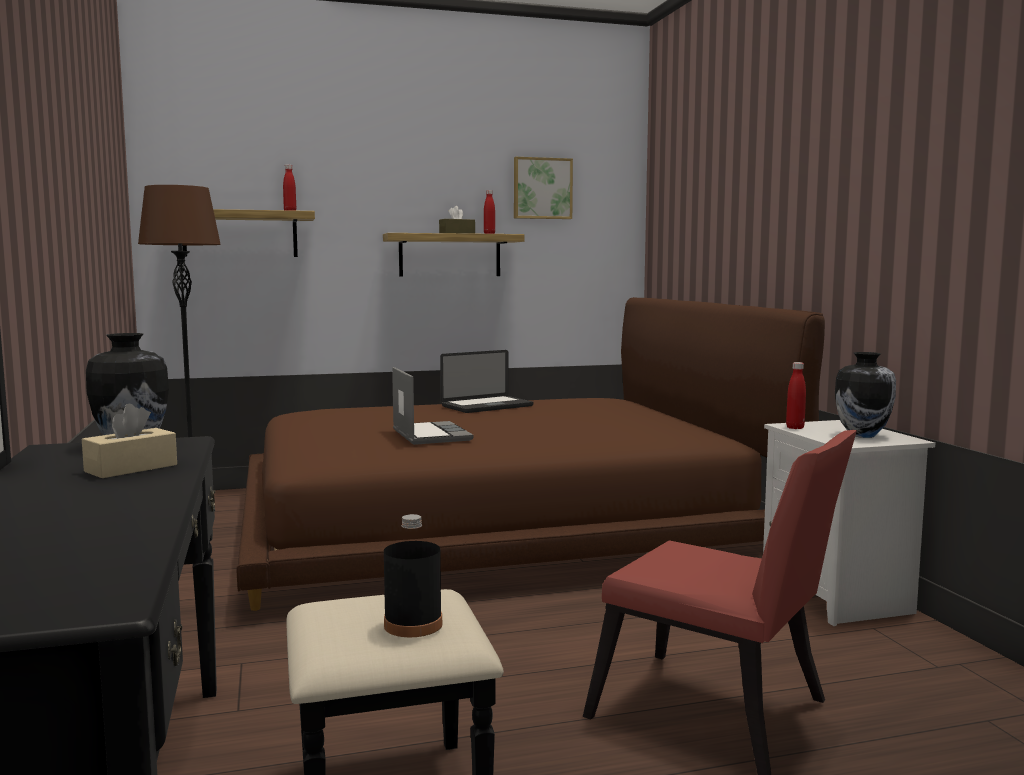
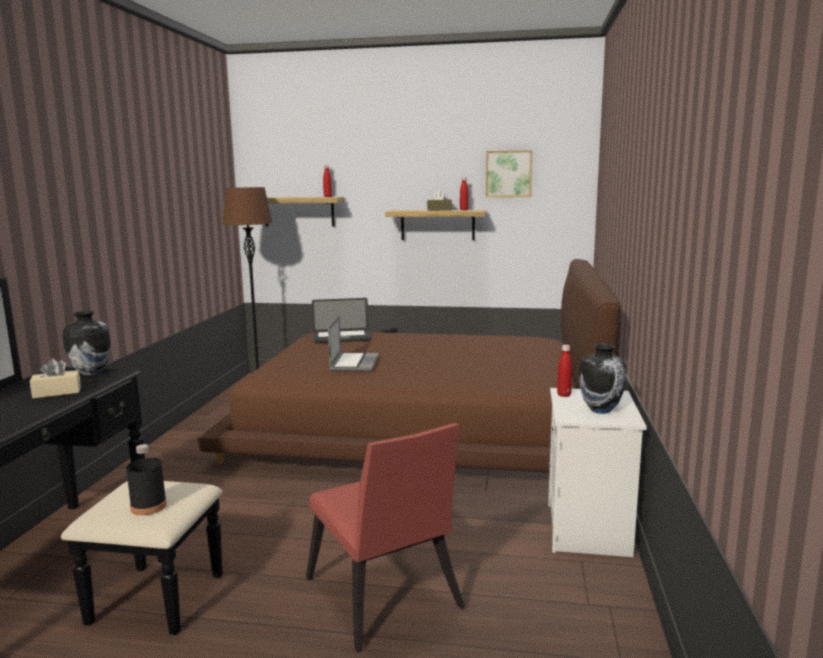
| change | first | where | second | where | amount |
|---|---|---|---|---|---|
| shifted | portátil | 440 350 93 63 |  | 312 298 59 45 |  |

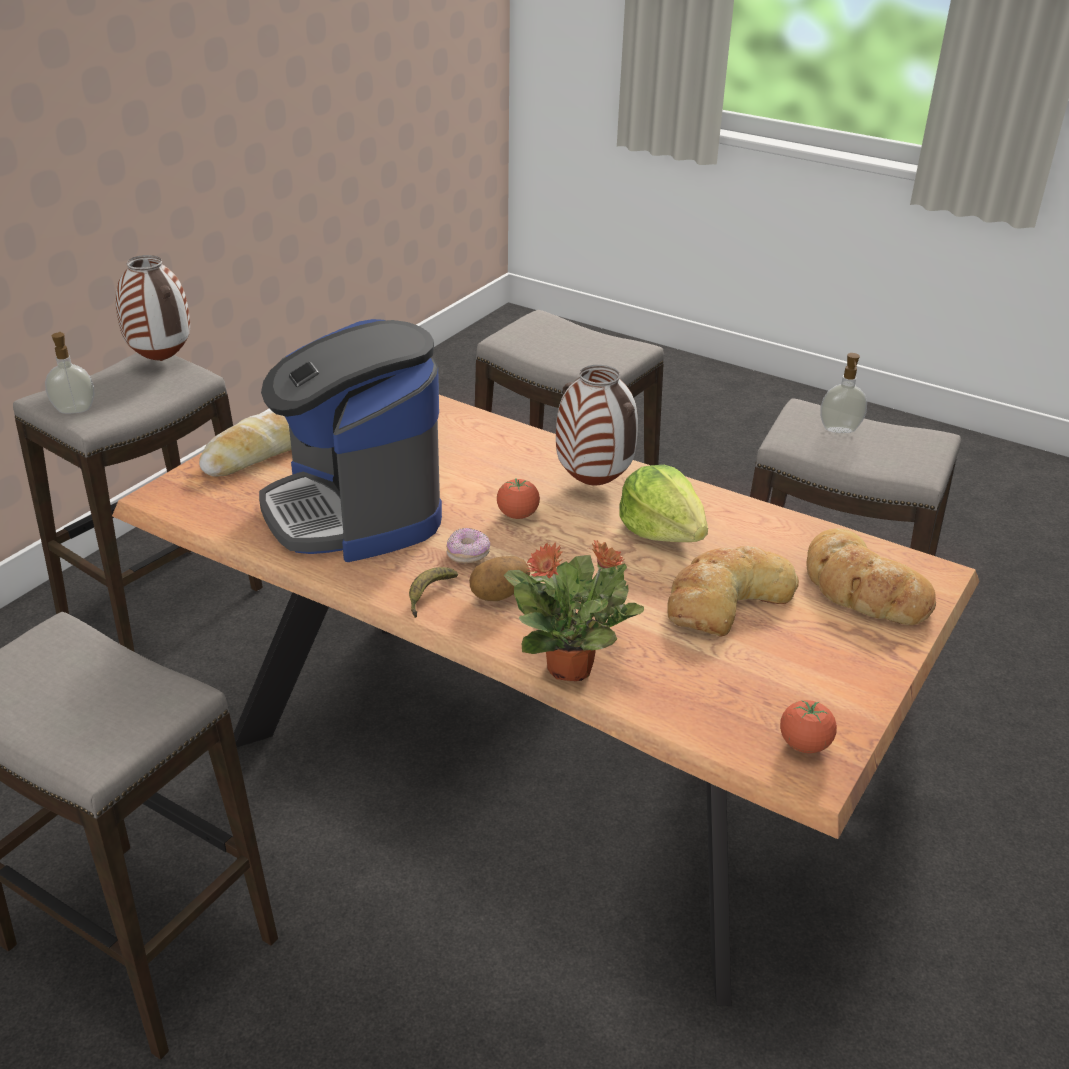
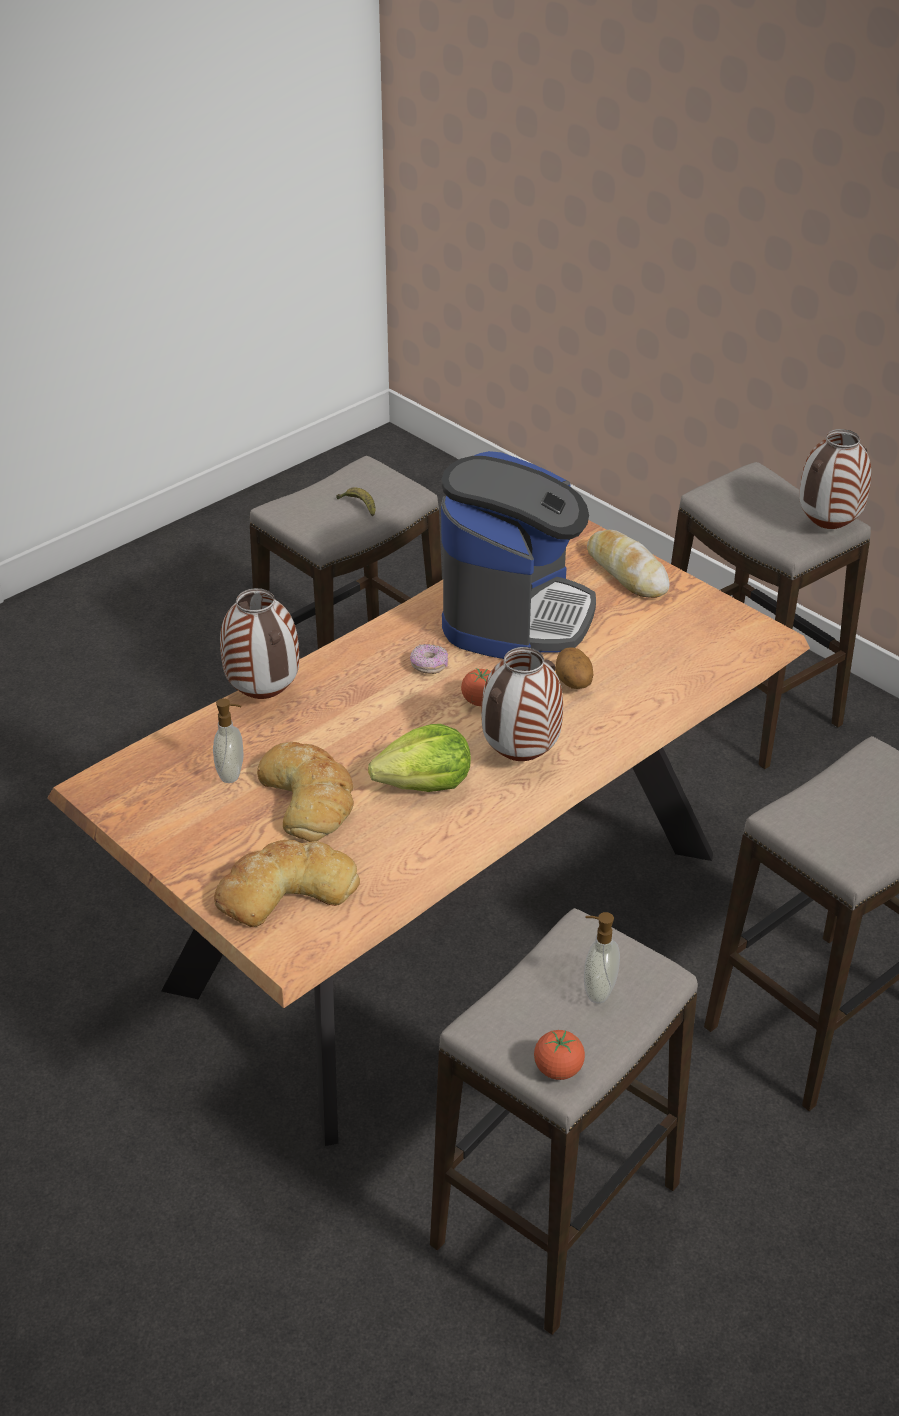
| change | first | where | second | where | amount |
|---|---|---|---|---|---|
| shifted | dispensador de jabón | 45 332 49 82 |  | 213 698 30 85 |  |
| rotated | cafetera | 259 319 183 243 |  | 441 451 155 208 | 120 degrees clockwise |
| shifted | plátano | 409 567 49 51 |  | 336 487 40 29 |  |
| shifted | patata | 469 556 61 45 |  | 555 647 38 42 |  |
| swapped | planta en maceta | 504 540 140 141 | florero | 220 588 79 111 |  |
| shifted | tomate | 780 700 57 53 |  | 534 1030 51 50 |  |

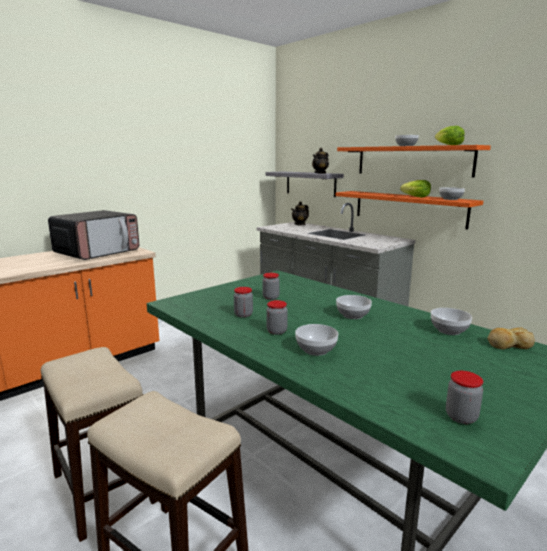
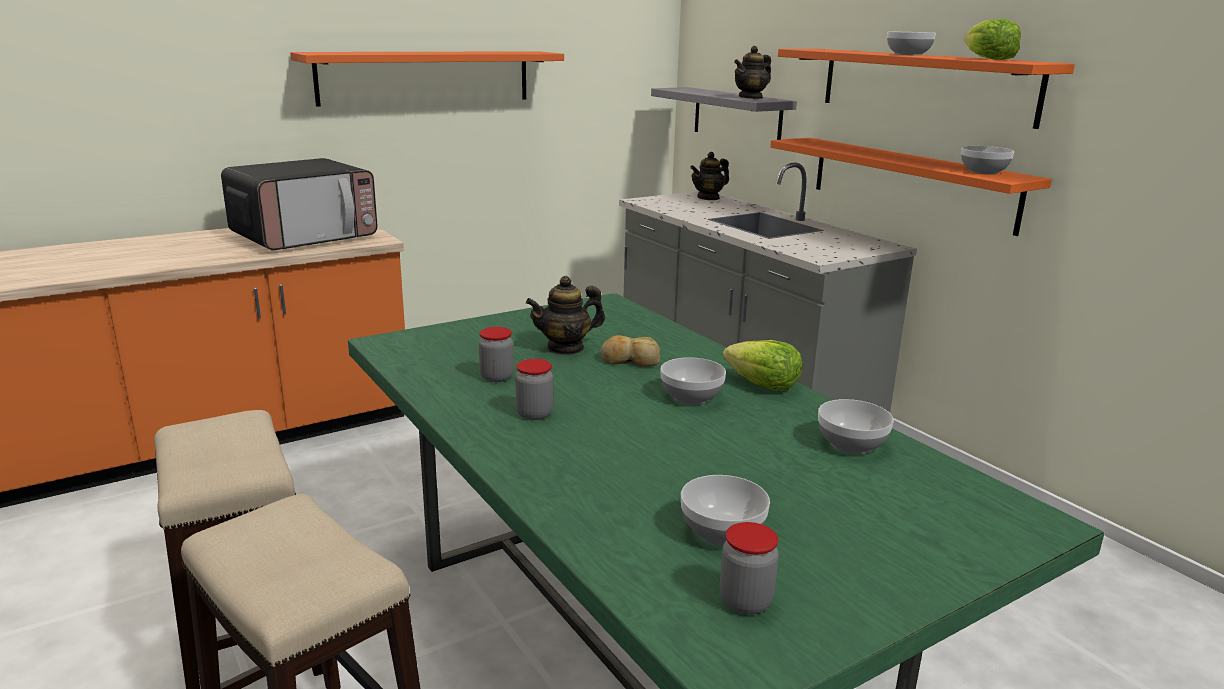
| change | first | where | second | where | amount |
|---|---|---|---|---|---|
| swapped | tarro | 262 273 18 27 | tetera | 526 276 79 79 |  |
| shifted | cuenco | 295 324 43 32 |  | 681 475 89 71 |  |
| shifted | lechuga | 400 180 31 17 |  | 723 340 79 51 |  |
| shifted | pan | 487 327 48 22 |  | 600 335 60 32 |  |
| new |  |  | estante/naranja | 290 51 274 56 |  |

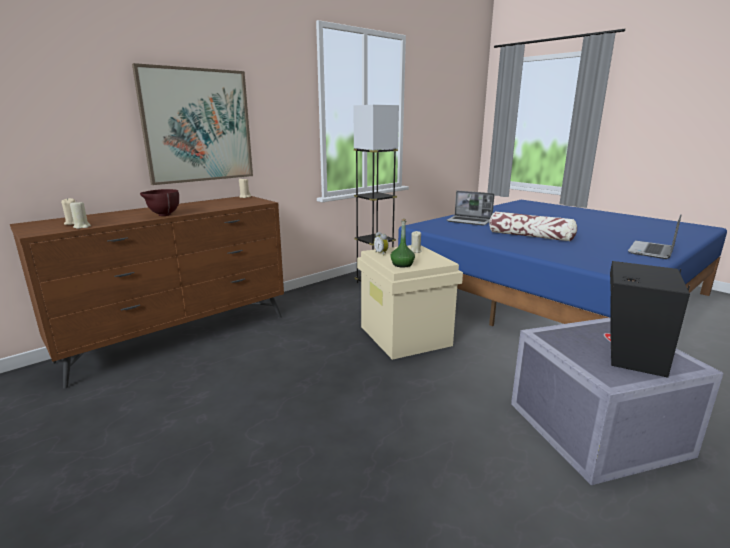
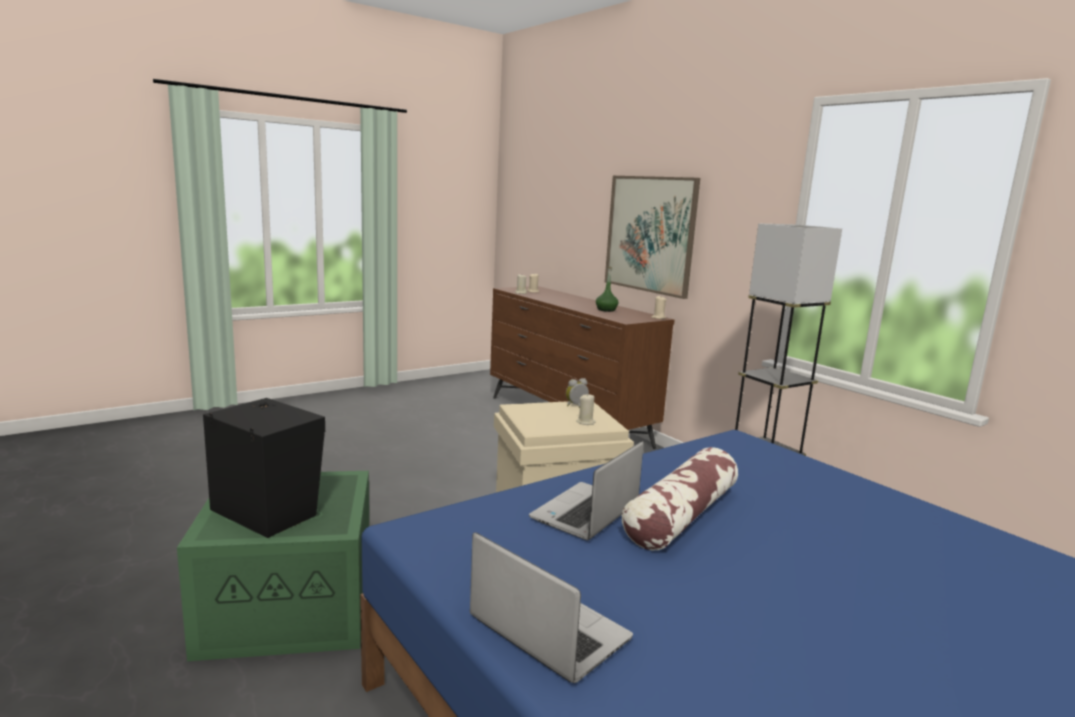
| change | first | where | second | where | amount |
|---|---|---|---|---|---|
| gone | cuenco/marrón | 140 189 39 27 |  |  |  |
| shifted | botella/verde | 390 219 25 49 |  | 596 267 23 45 |  |
| shifted | portátil | 446 191 49 35 |  | 529 441 115 99 |  |
| repainted | caja de almacenaje/gris | 511 317 213 168 | caja de almacenaje/verde | 177 471 192 190 |  |

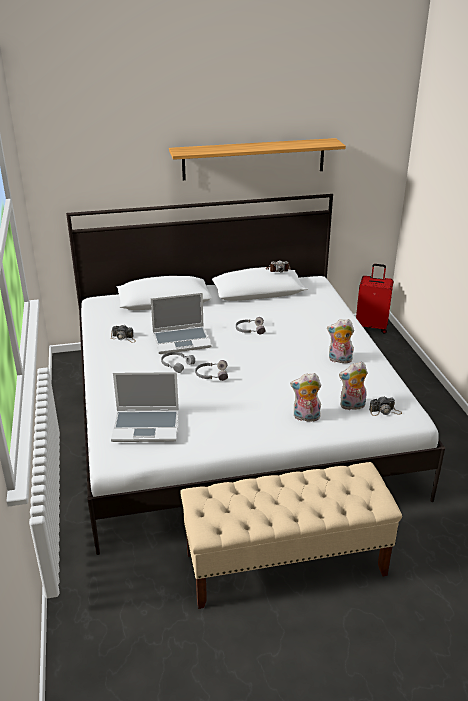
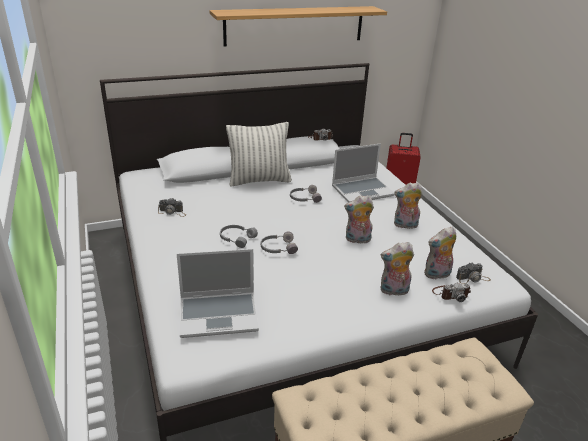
| change | first | where | second | where | amount |
|---|---|---|---|---|---|
| shifted | portátil | 150 293 61 61 |  | 332 144 63 58 |  |
| new |  |  | cojín | 226 122 66 65 |  |
| new |  |  | peluche | 344 195 30 48 |  |
| new |  |  | cámara | 432 283 39 19 |  |

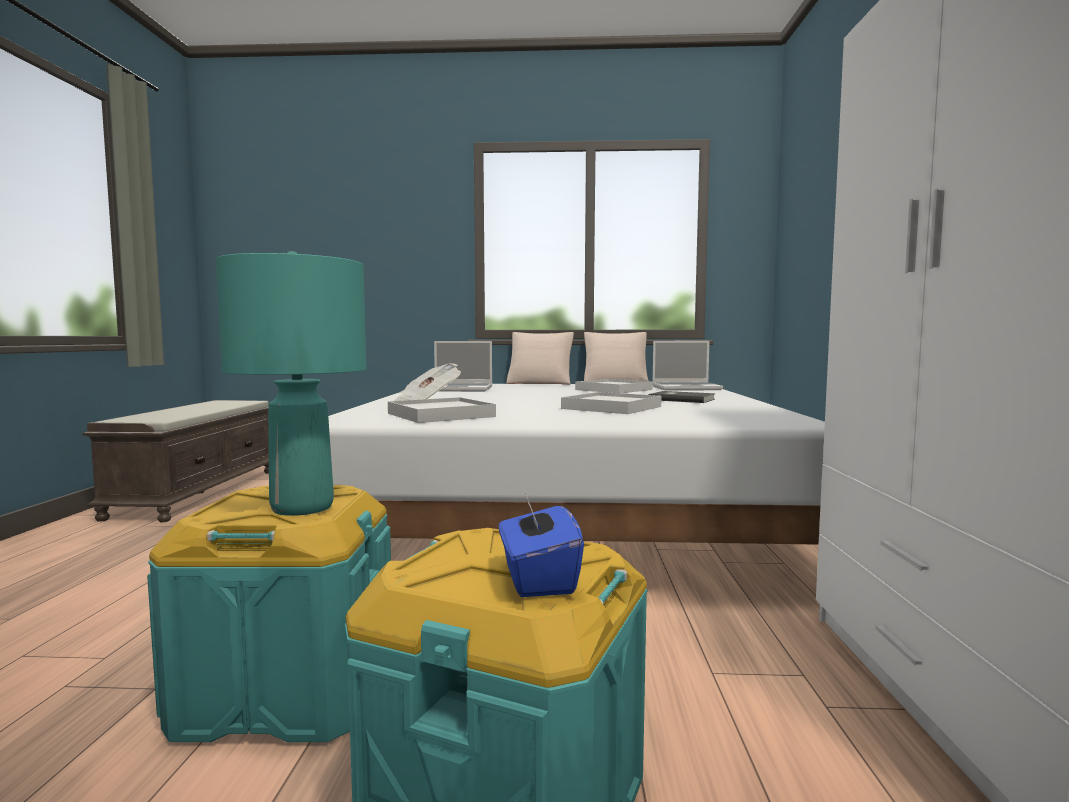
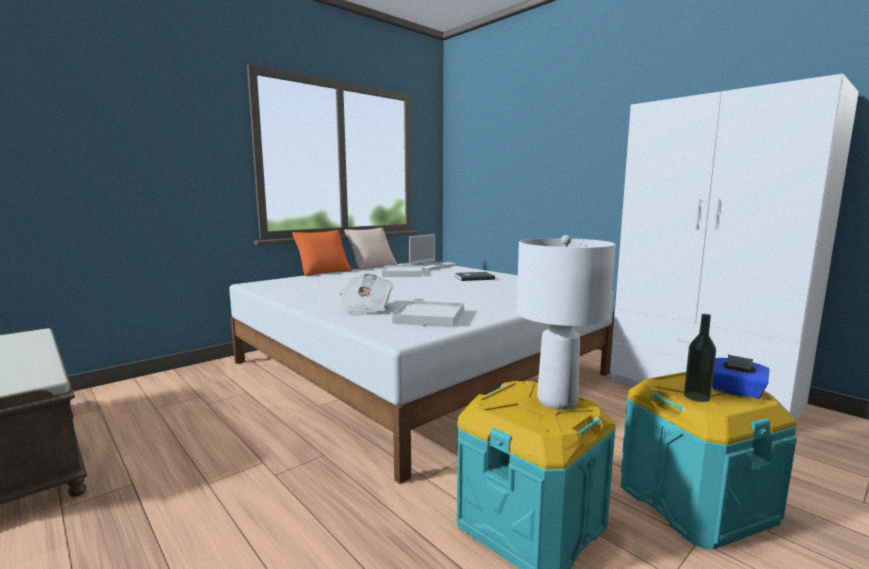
| change | first | where | second | where | amount |
|---|---|---|---|---|---|
| repainted | lámpara de mesa/turquesa | 216 251 150 265 | lámpara de mesa/blanco | 516 235 100 175 |  |
| gone | portátil | 434 341 58 51 |  |  |  |
| repainted | cojín/beis | 507 332 67 53 | cojín/naranja | 292 230 60 46 |  |
| gone | bandeja/blanco | 561 392 100 22 |  |  |  |
| new |  |  | botella | 684 314 32 88 |  |

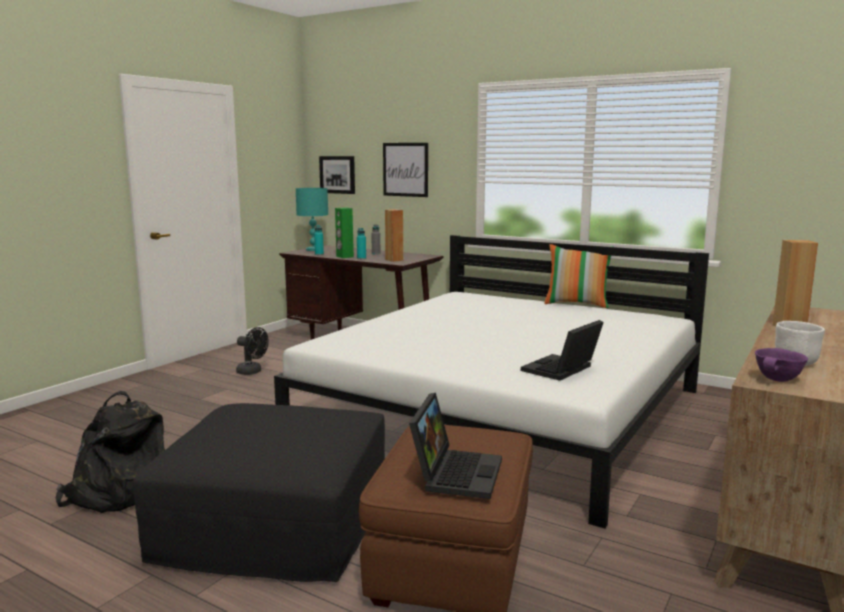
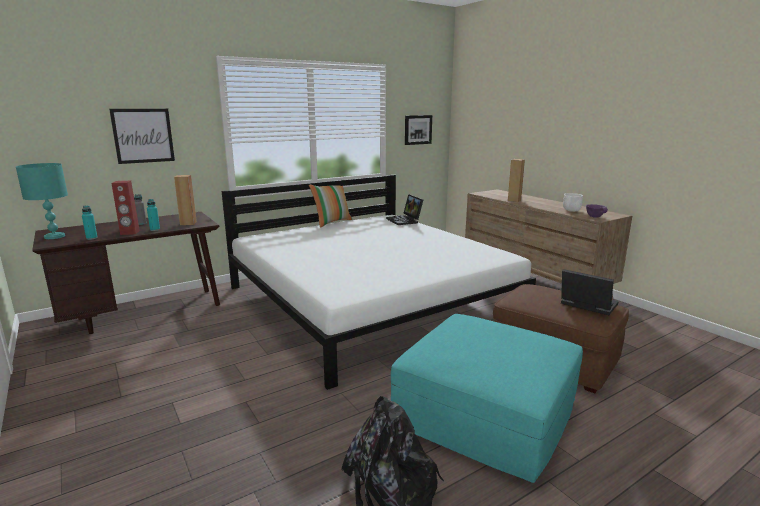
| change | first | where | second | where | amount |
|---|---|---|---|---|---|
| repainted | puf/negro | 133 403 252 179 | puf/turquesa | 391 314 192 169 |  |
| gone | ventilador/negro | 236 327 33 48 |  |  |  |
| shifted | cuadro | 319 156 36 38 |  | 405 115 27 30 |  |
| repainted | altavoz/verde | 335 207 19 51 | altavoz/rojo | 111 181 29 54 |  |
| shifted | portátil | 521 320 83 61 |  | 386 194 37 31 |  |

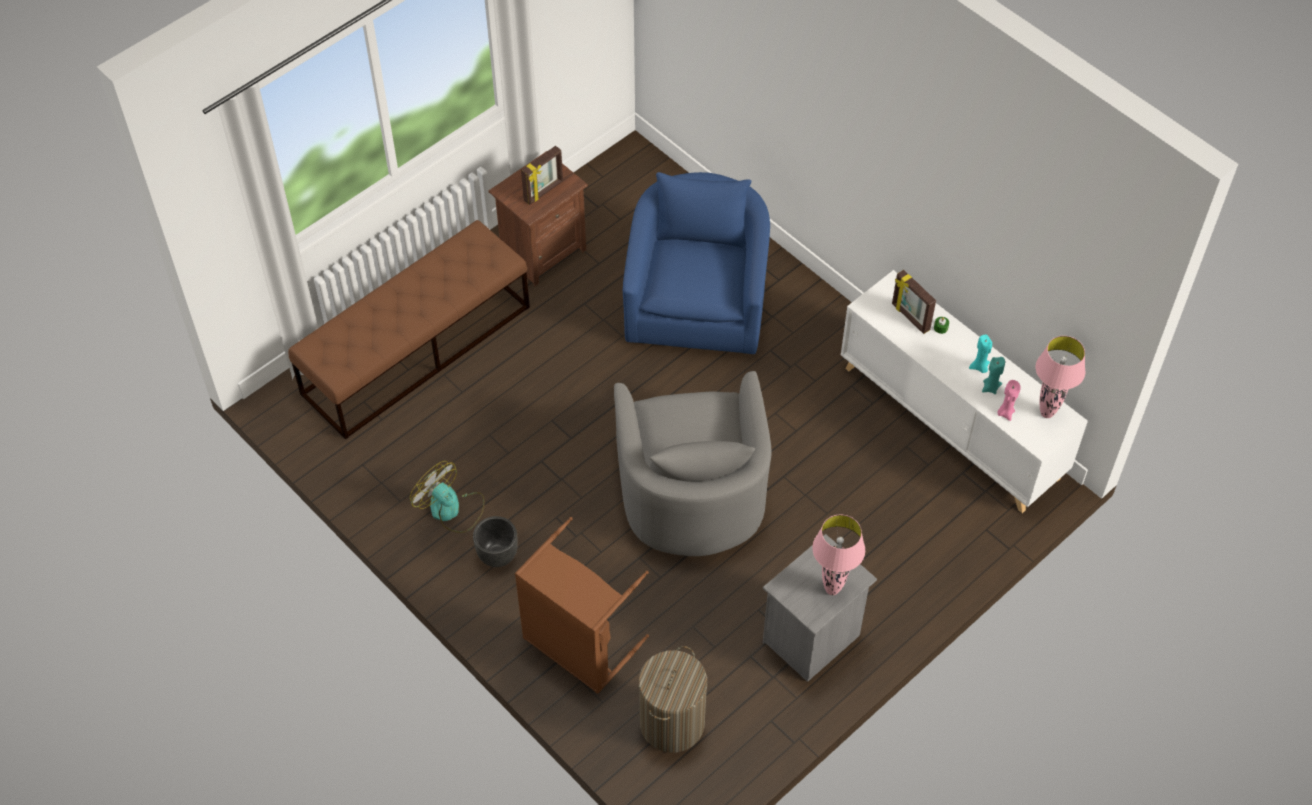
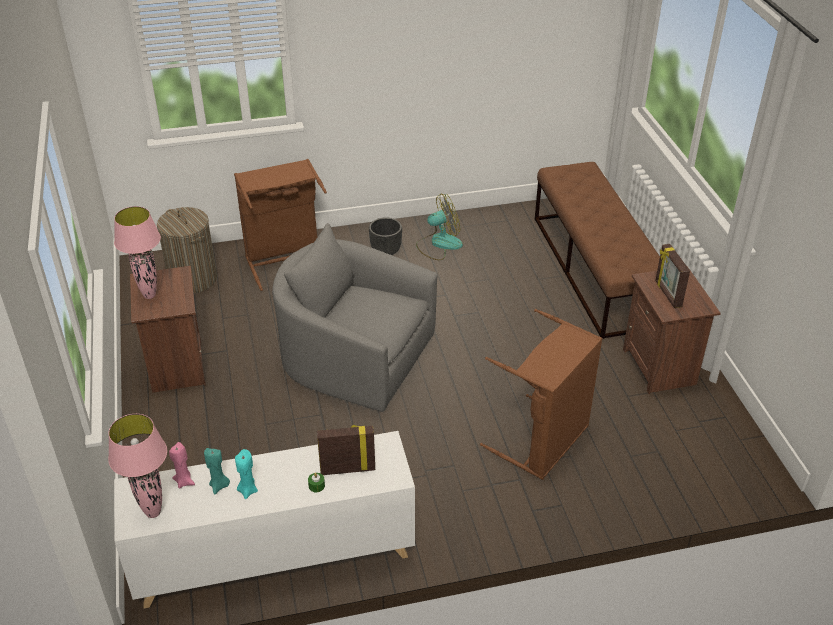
| change | first | where | second | where | amount |
|---|---|---|---|---|---|
| swapped | sillón/azul | 623 172 147 182 | cesto de la ropa/marrón | 480 309 123 171 |  |
| repainted | mesita de noche/gris | 763 534 114 148 | mesita de noche/marrón | 130 266 76 127 |  |

